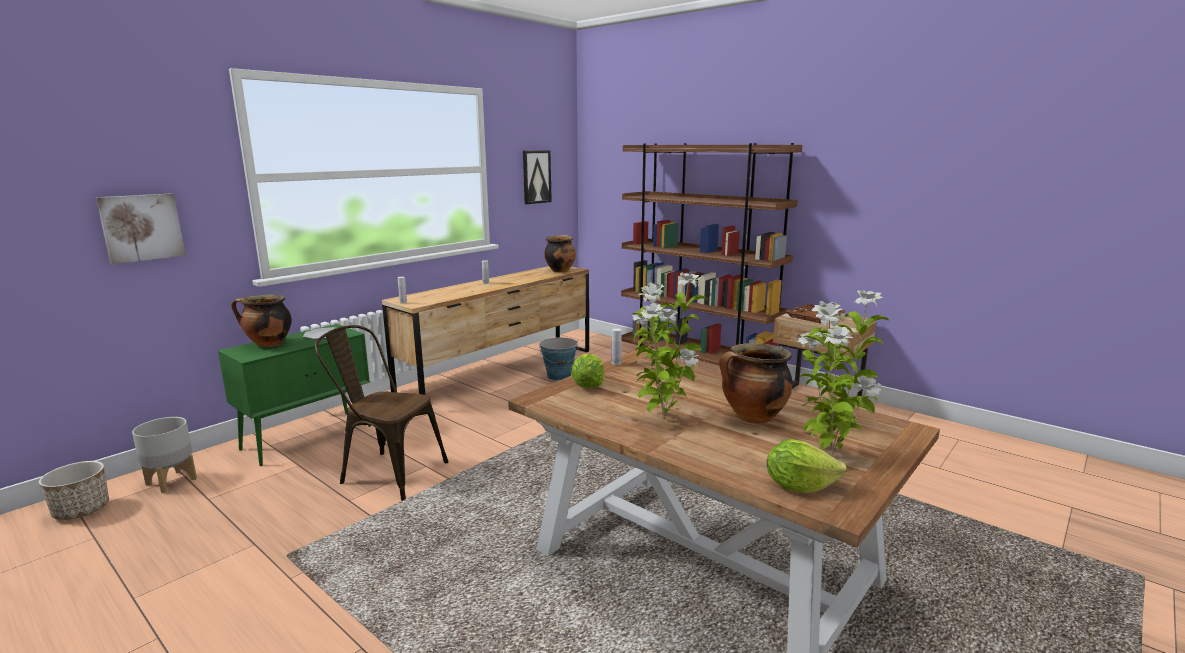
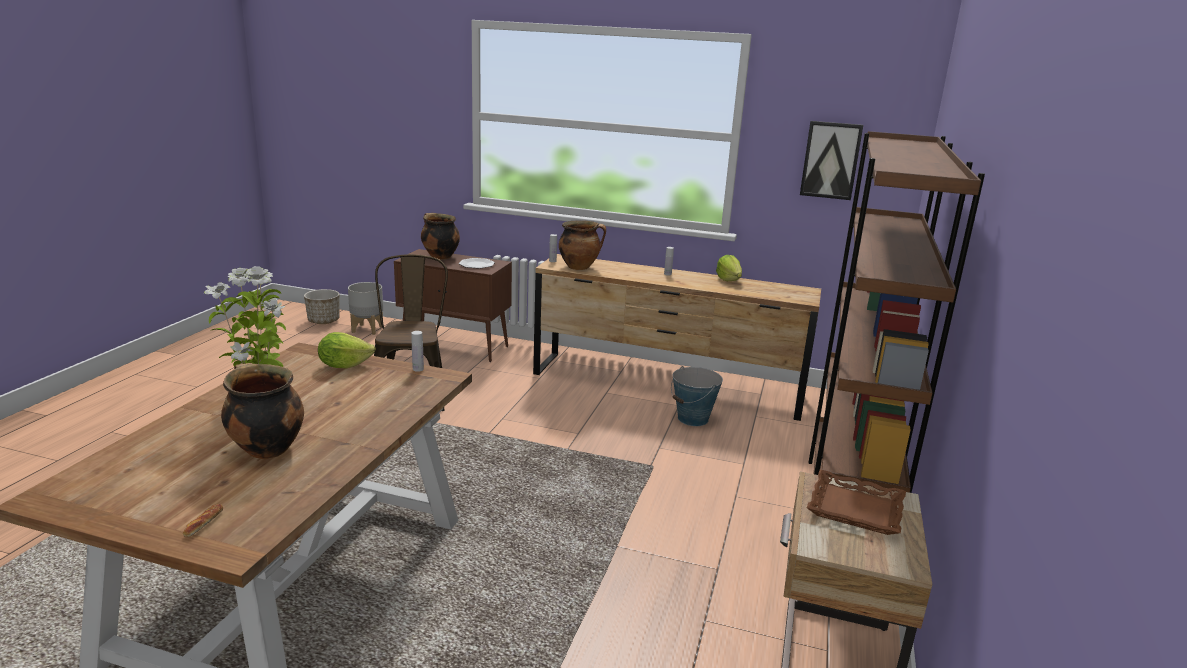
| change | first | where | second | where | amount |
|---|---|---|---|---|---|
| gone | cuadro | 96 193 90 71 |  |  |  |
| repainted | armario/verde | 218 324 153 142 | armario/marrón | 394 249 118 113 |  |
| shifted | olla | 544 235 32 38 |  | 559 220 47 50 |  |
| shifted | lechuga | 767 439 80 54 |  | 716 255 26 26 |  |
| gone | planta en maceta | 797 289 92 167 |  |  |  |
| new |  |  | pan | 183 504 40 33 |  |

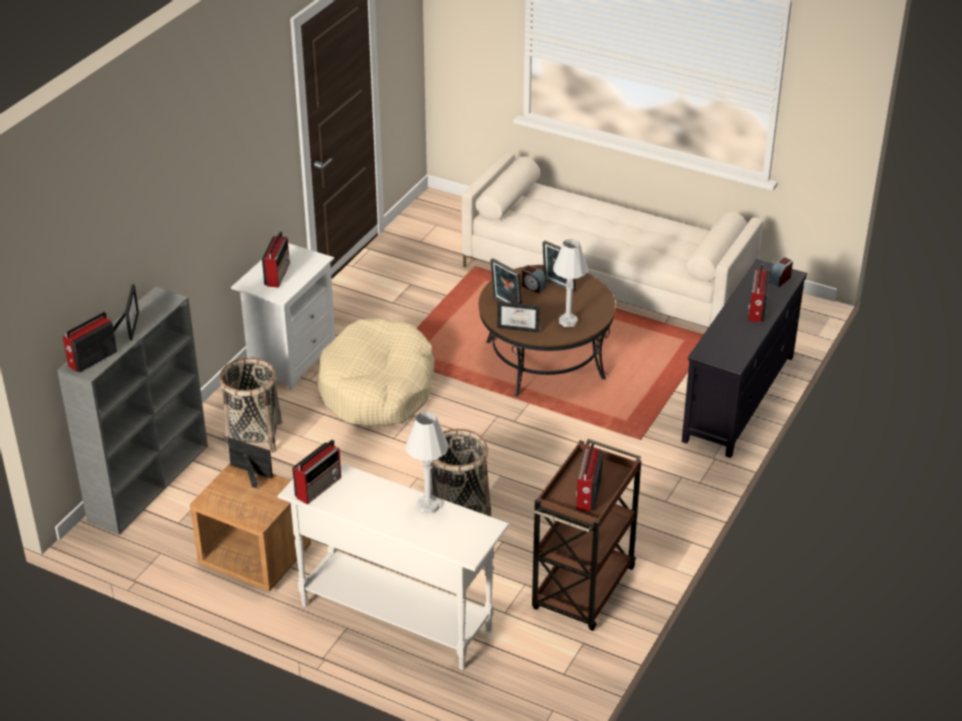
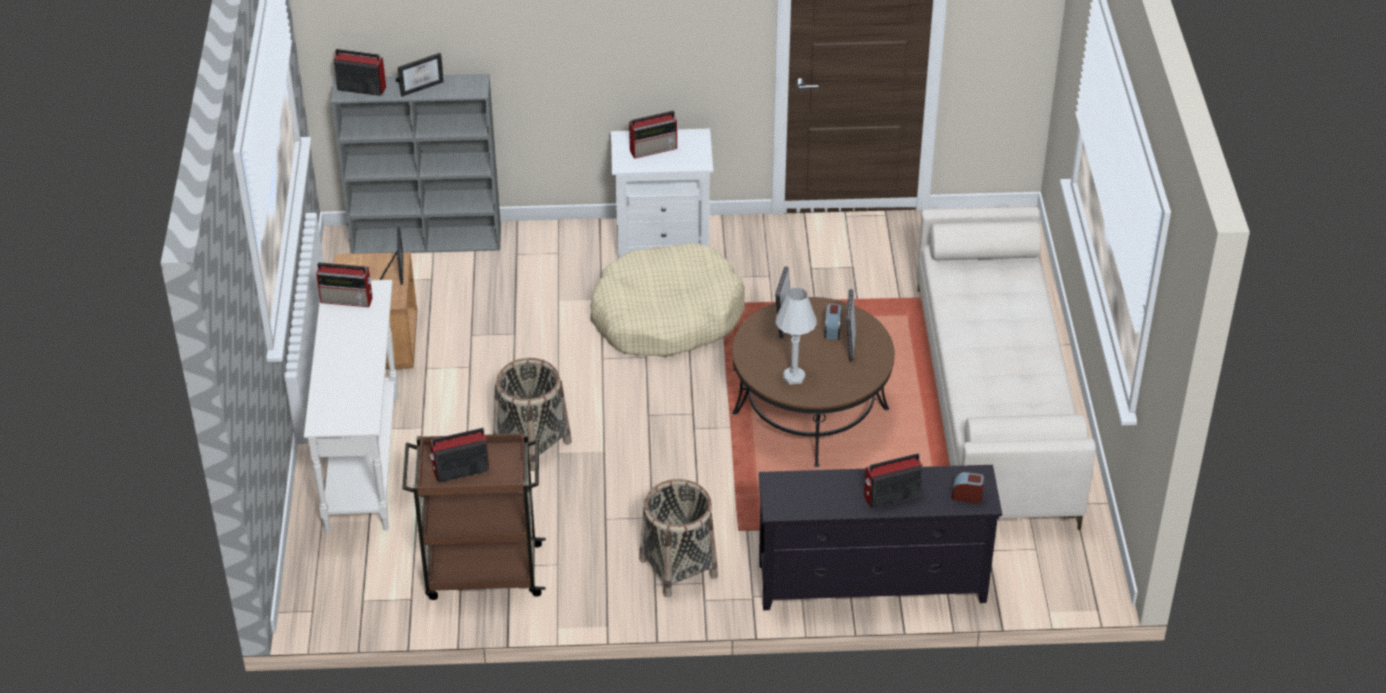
| change | first | where | second | where | amount |
|---|---|---|---|---|---|
| shifted | cesta | 219 357 63 96 |  | 639 479 79 118 |  |
| gone | lámpara de mesa/blanco | 406 412 43 101 |  |  |  |
| gone | portarretratos | 497 301 43 32 |  |  |  |

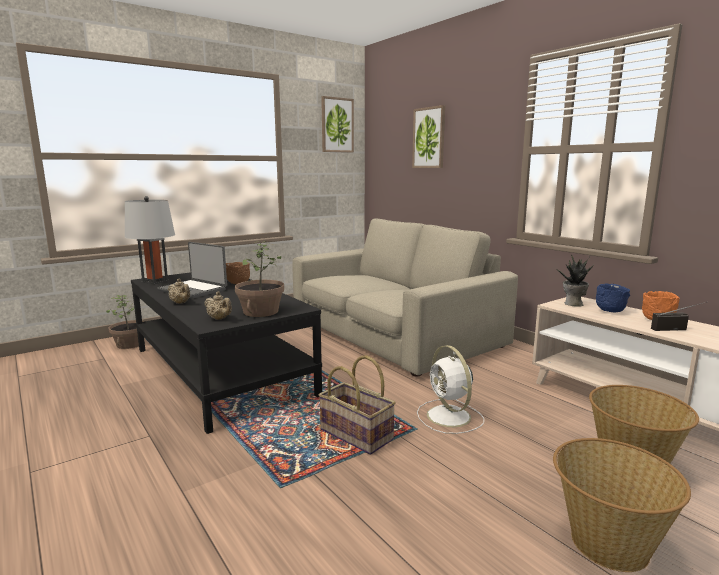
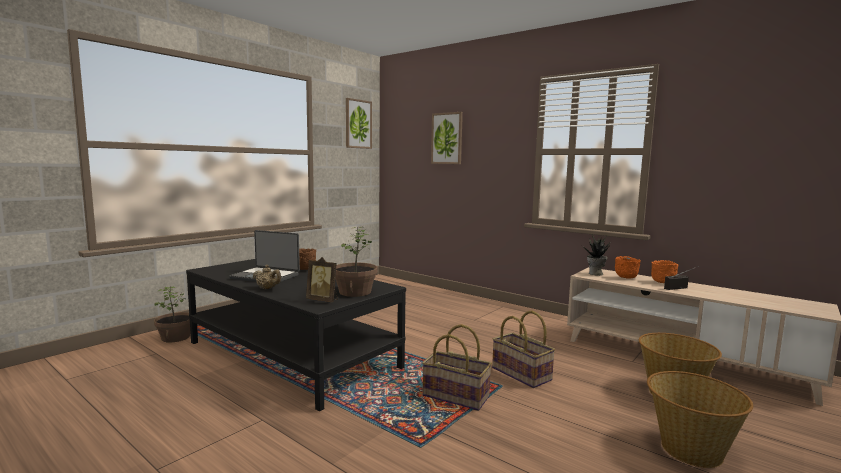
| change | first | where | second | where | amount |
|---|---|---|---|---|---|
| gone | lámpara de mesa/gris | 125 196 50 88 |  |  |  |
| swapped | tetera/beis | 204 292 28 28 | portarretratos | 306 257 32 45 |  |
| gone | sofá/beis | 292 219 226 157 |  |  |  |
| swapped | ventilador/blanco | 417 345 67 89 | cesta | 492 311 63 77 |  |
| repainted | cuenco/azul | 596 283 34 29 | cuenco/naranja | 615 256 25 23 |  |

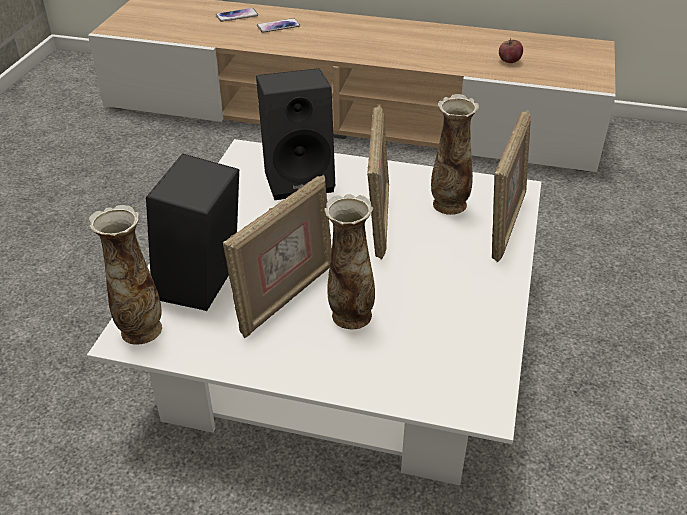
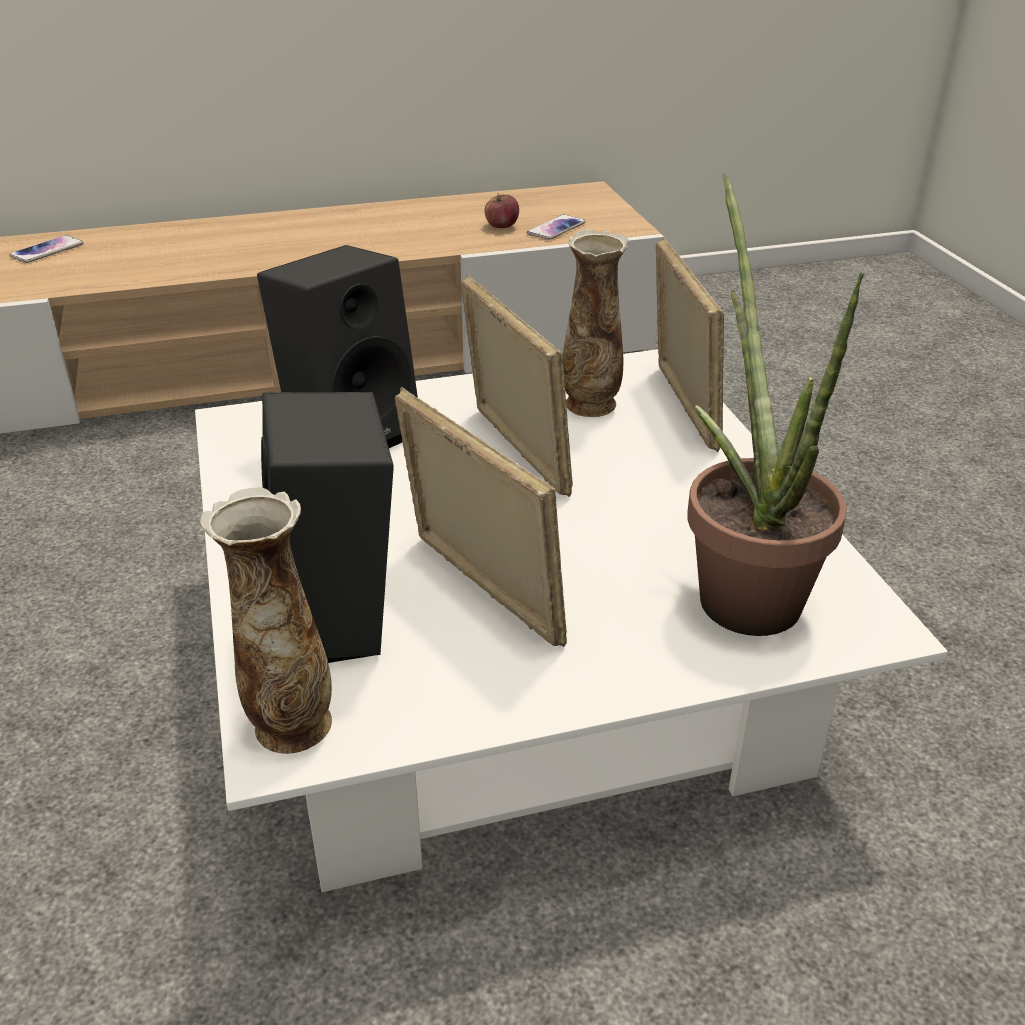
| change | first | where | second | where | amount |
|---|---|---|---|---|---|
| rotated | portarretratos | 223 174 109 164 |  | 395 387 172 260 | 45 degrees counterclockwise |
| shifted | móvil | 257 18 43 15 |  | 527 214 59 26 |  |
| gone | florero | 324 194 51 135 |  |  |  |
| new |  |  | planta en maceta | 687 173 177 463 |  |

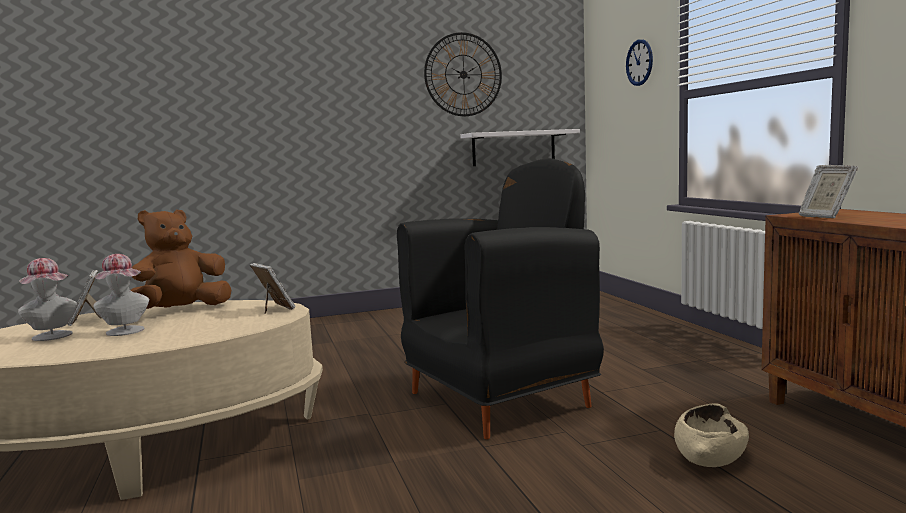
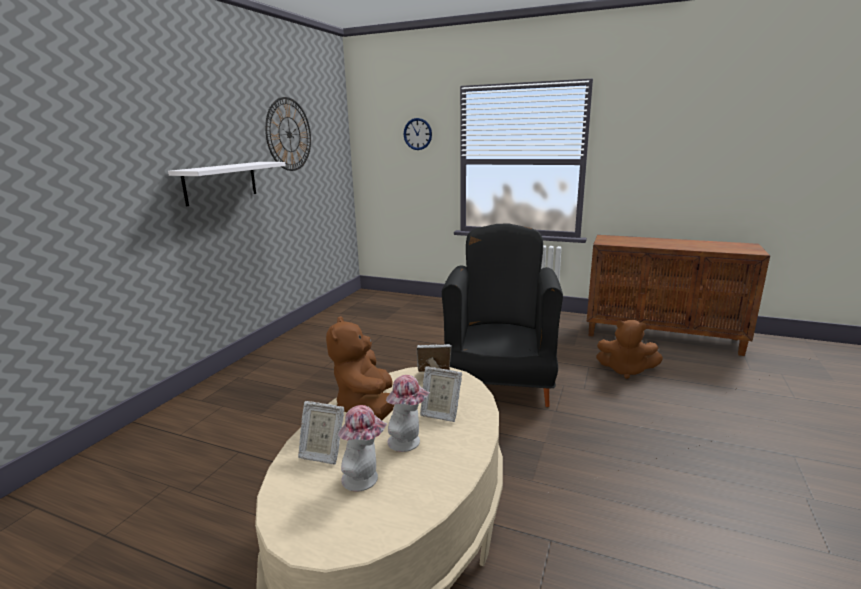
| change | first | where | second | where | amount |
|---|---|---|---|---|---|
| shifted | estante/blanco | 460 129 120 37 |  | 168 162 118 44 |  |
| swapped | cuenco/beis | 674 403 75 64 | peluche/marrón | 596 320 67 59 |  |
| shifted | portarretratos | 799 165 59 53 |  | 420 366 42 56 |  |

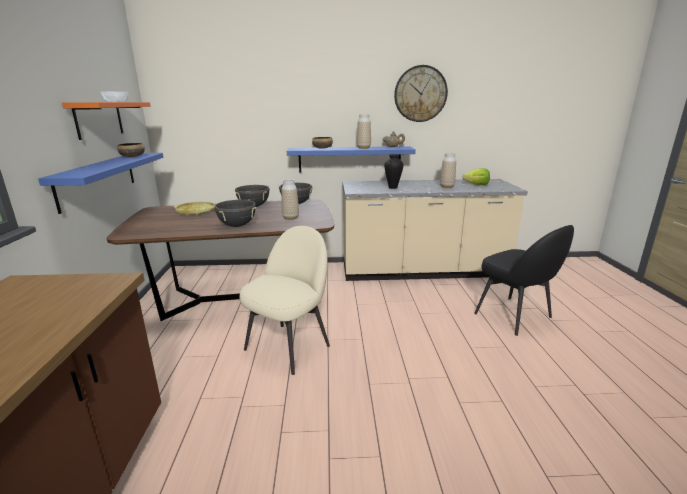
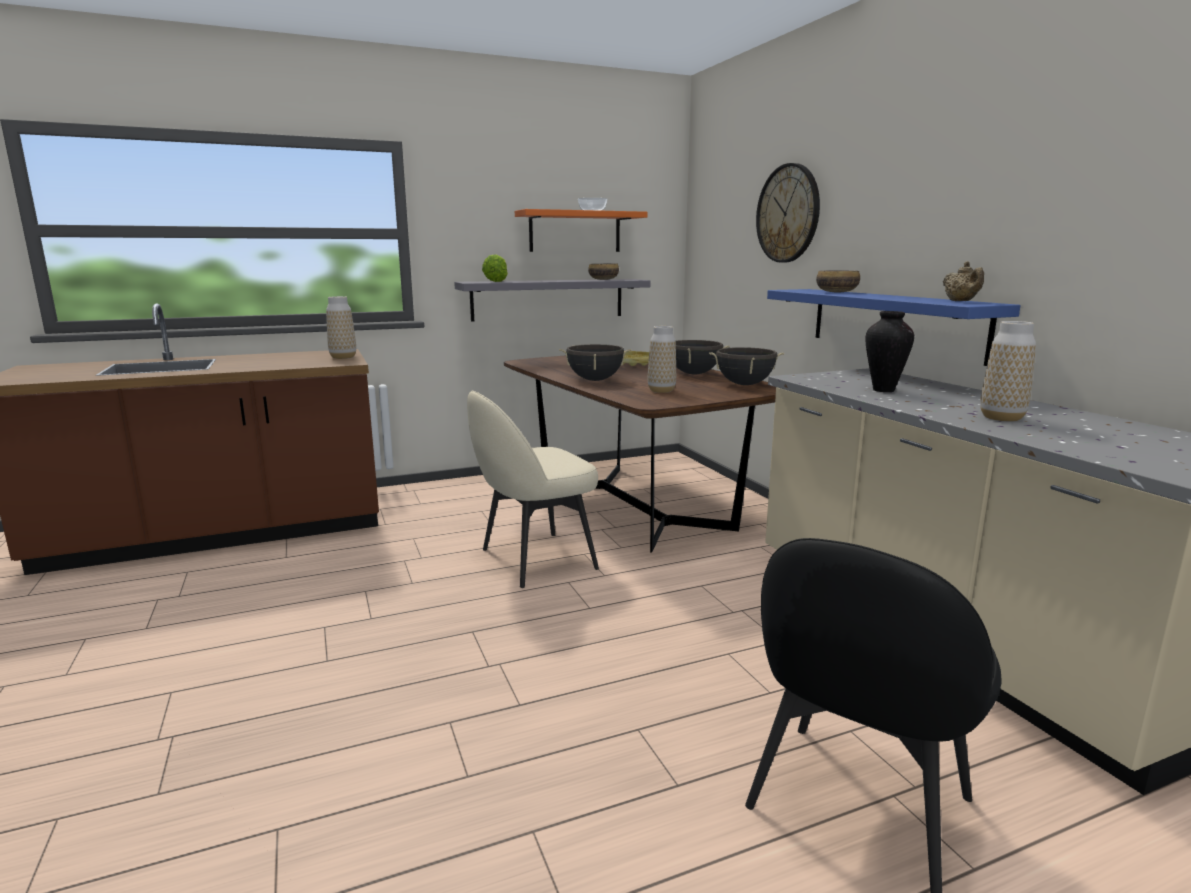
| change | first | where | second | where | amount |
|---|---|---|---|---|---|
| repainted | estante/azul | 38 153 126 61 | estante/gris | 454 279 196 43 |  |
| rotated | silla/beis | 239 226 91 149 |  | 467 391 132 197 | 135 degrees clockwise |
| shifted | florero | 357 114 14 35 |  | 326 296 30 63 |  |
| shifted | reloj de pared | 394 65 54 57 |  | 756 163 64 100 |  |
| shifted | lechuga | 463 168 27 17 |  | 482 254 26 28 |  |

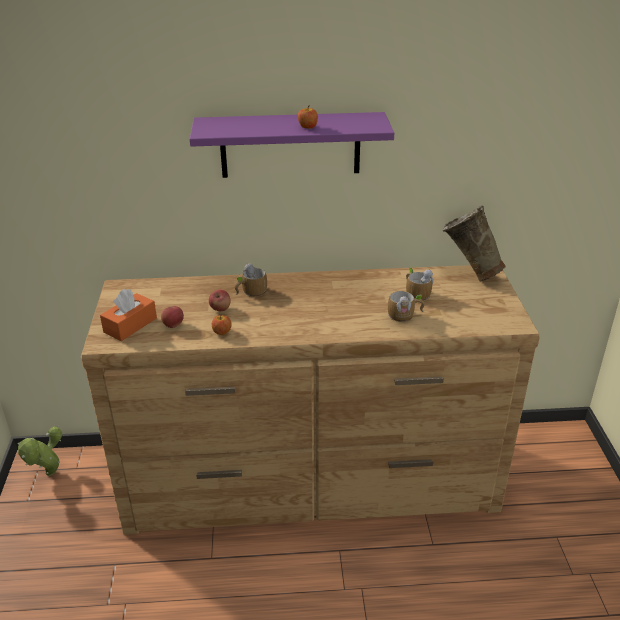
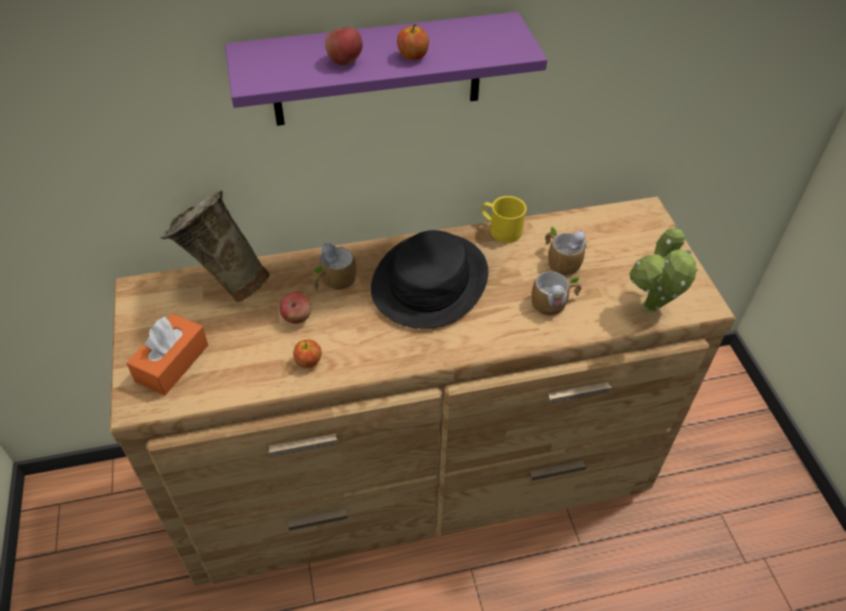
| change | first | where | second | where | amount |
|---|---|---|---|---|---|
| shifted | planta en maceta | 17 425 45 51 |  | 629 225 69 88 |  |
| shifted | manzana | 161 306 23 22 |  | 325 27 38 38 |  |
| shifted | florero/beis | 443 206 63 76 |  | 160 190 109 112 |  |
| new |  |  | sombrero/negro | 371 230 117 99 |  |
| new |  |  | taza grande/amarillo | 482 196 45 47 |  |

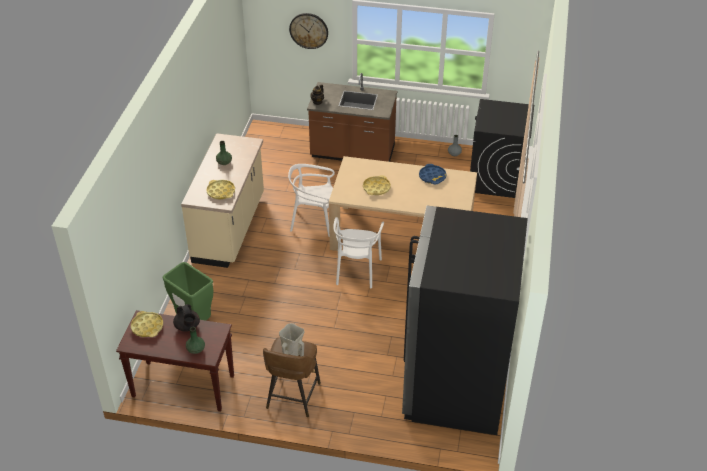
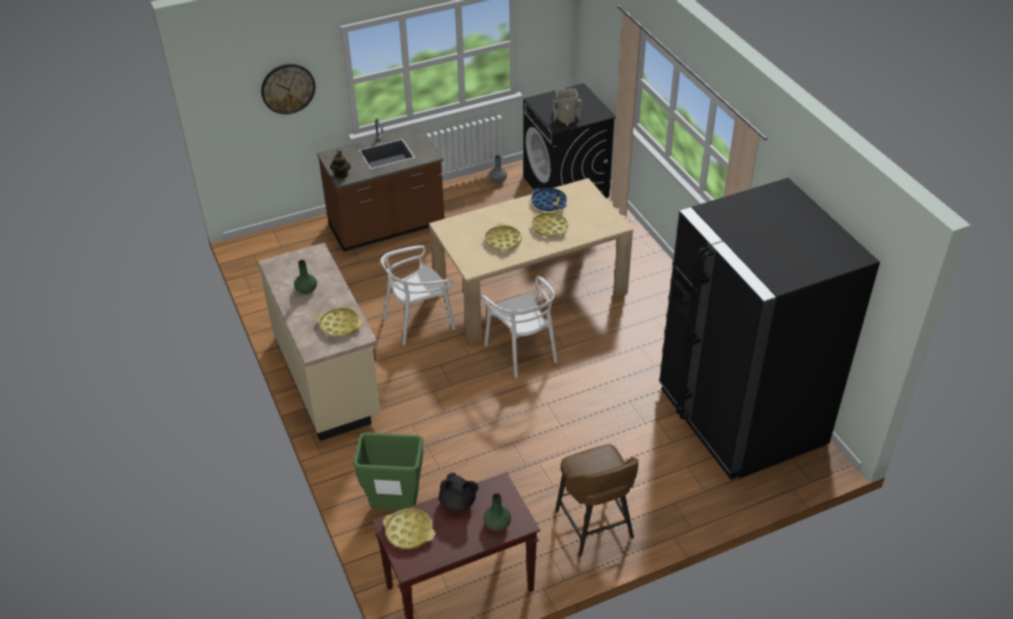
| change | first | where | second | where | amount |
|---|---|---|---|---|---|
| shifted | florero/beis | 279 323 25 33 |  | 553 88 29 38 |  |
| new |  |  | bandeja/amarillo | 532 212 36 25 |  |

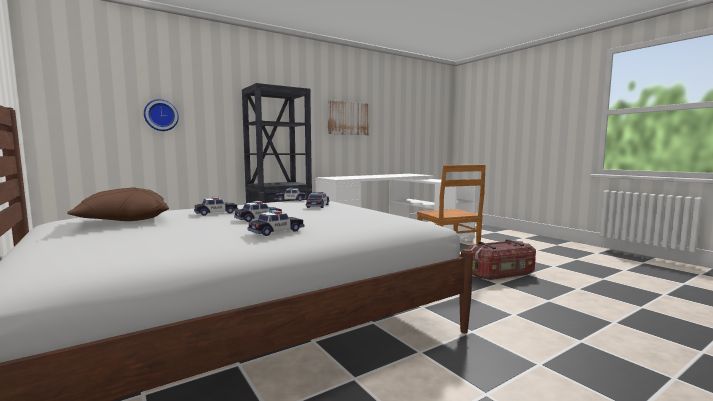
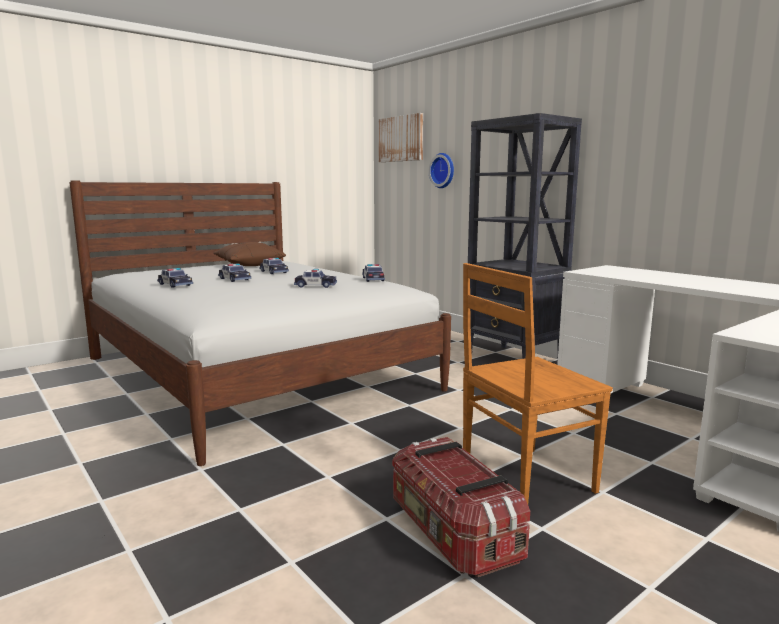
| change | first | where | second | where | amount |
|---|---|---|---|---|---|
| shifted | cuadro | 328 100 41 35 |  | 379 113 44 49 |  |

